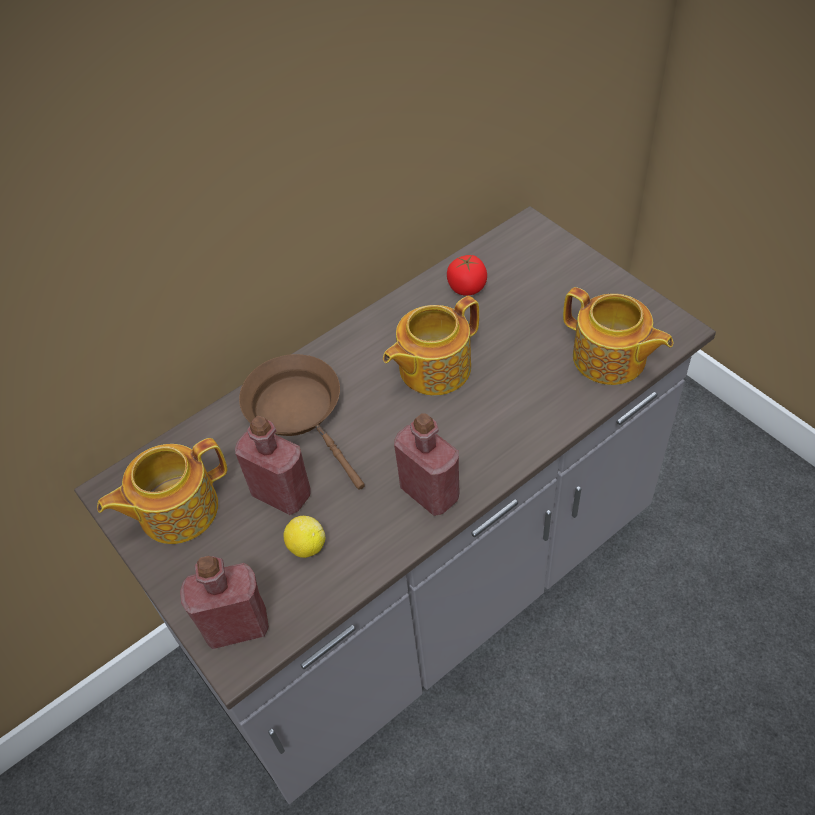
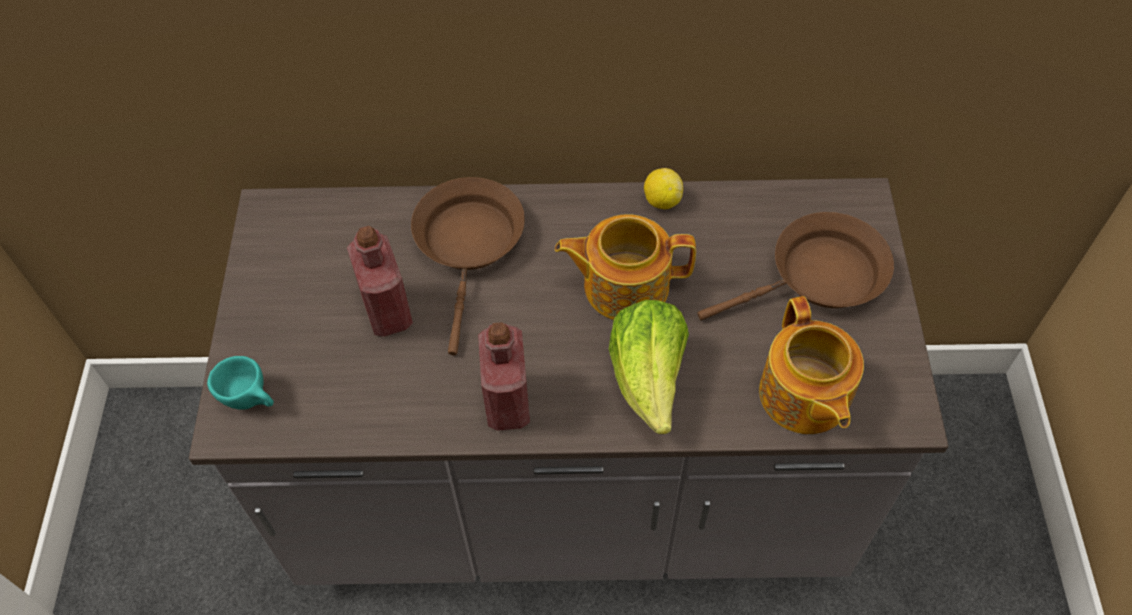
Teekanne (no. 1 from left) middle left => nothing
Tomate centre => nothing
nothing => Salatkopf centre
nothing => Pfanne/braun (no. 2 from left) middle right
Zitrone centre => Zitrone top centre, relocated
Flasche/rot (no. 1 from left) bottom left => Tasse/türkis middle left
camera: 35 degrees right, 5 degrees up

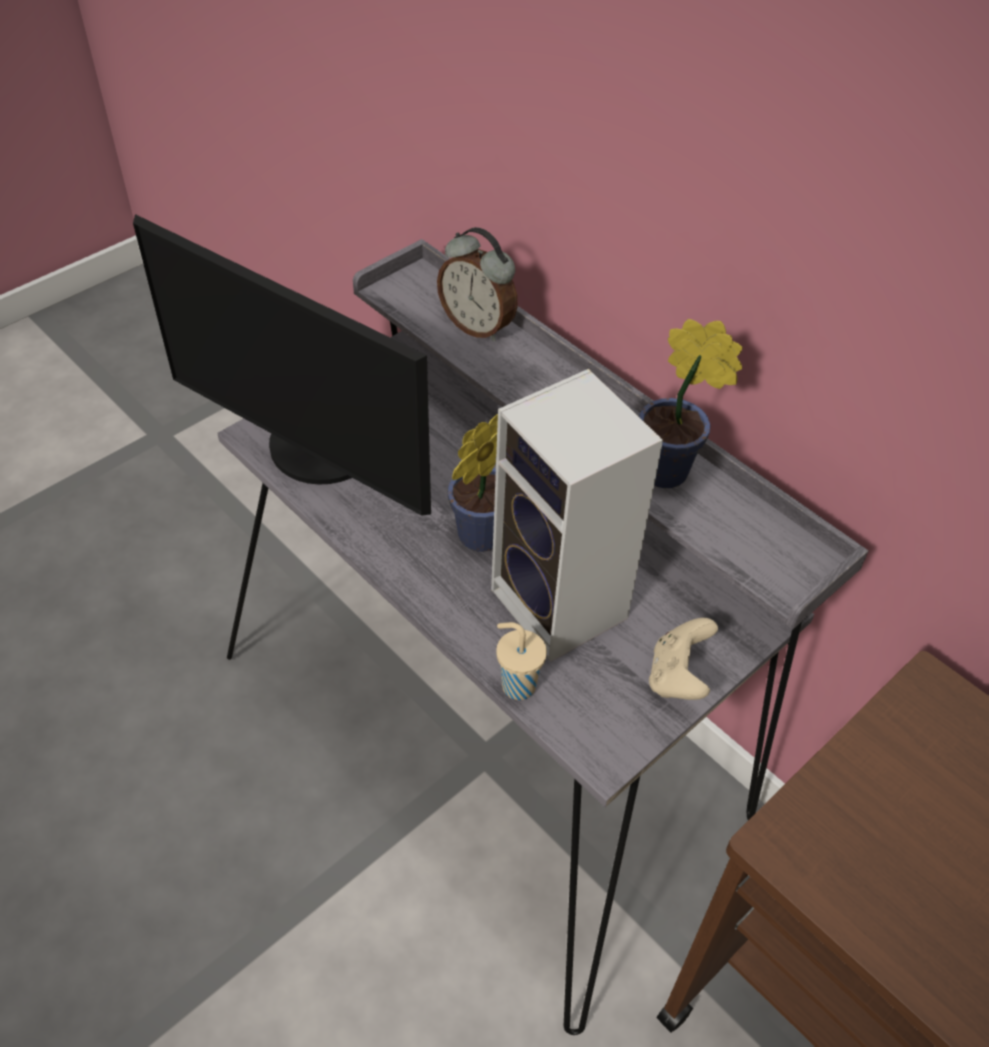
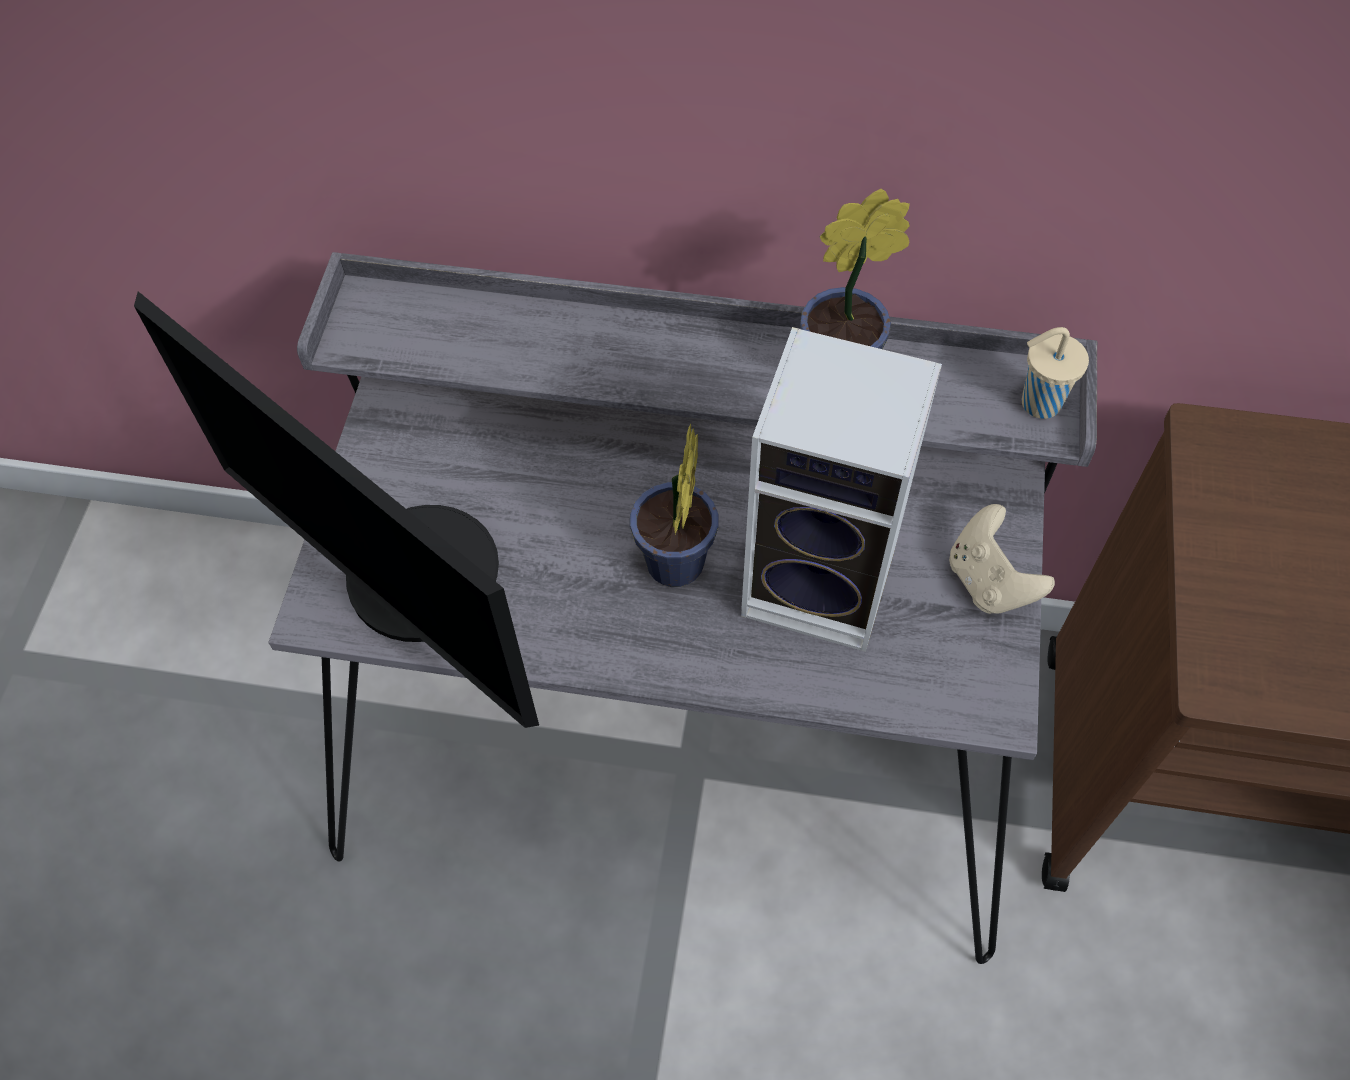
Wecker top centre => nothing
Tasse/beige centre => Tasse/beige middle right, relocated
Monitor middle left, 45 degrees clockwise
camera: 35 degrees left, 10 degrees up

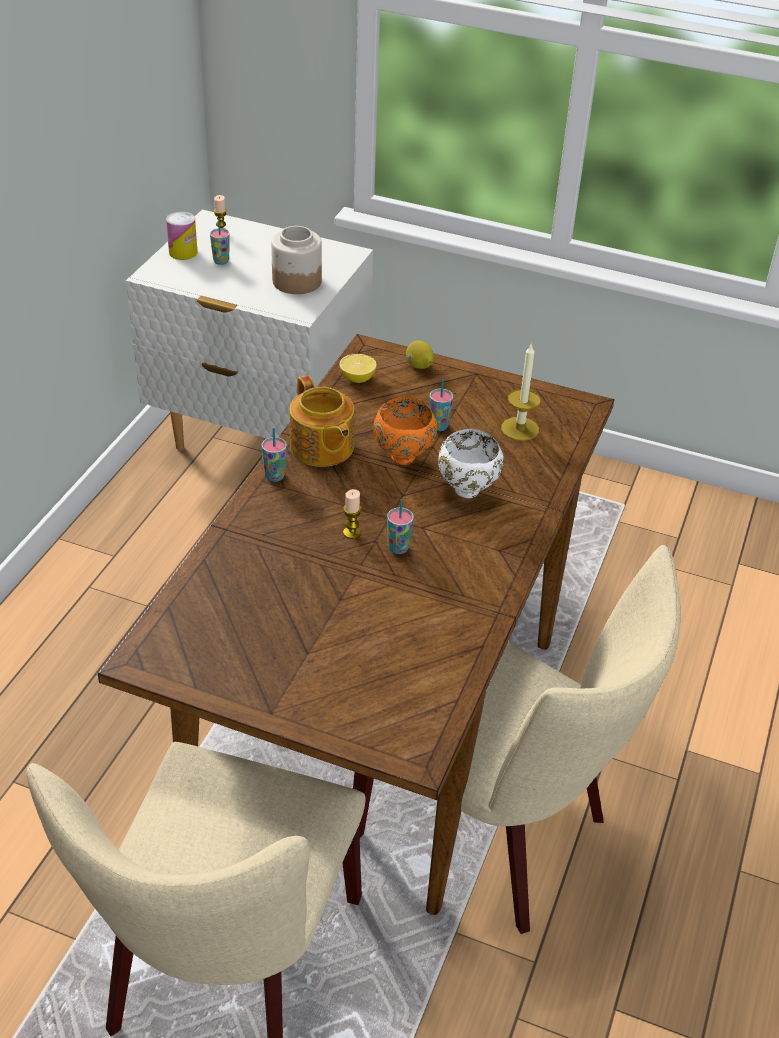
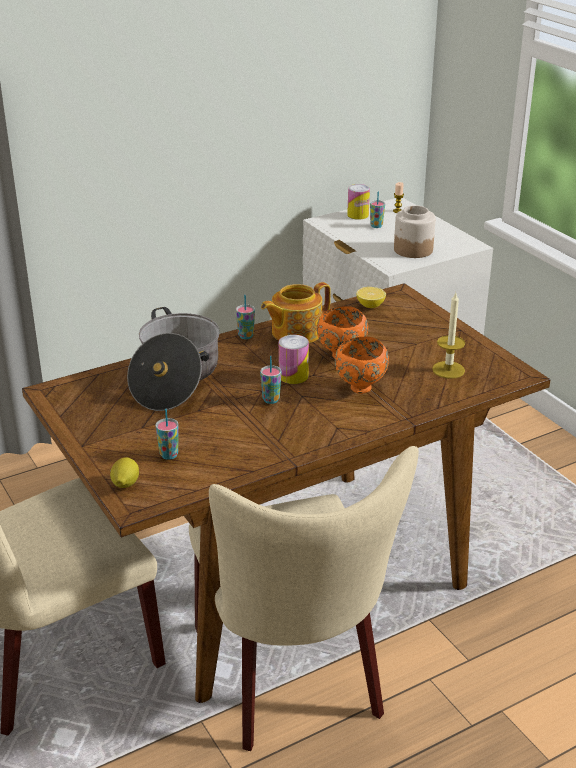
Kerze (no. 2 from left) centre => nothing
nothing => Kochtopf middle left
nothing => Dose (no. 1 from left) centre
Zitrone (no. 2 from left in the first image) centre => Zitrone (no. 1 from left) middle left, relocated
Tasse (no. 4 from left in the first image) centre => Tasse (no. 1 from left) middle left, relocated
Schüssel/weiß centre => Schüssel/orange (no. 2 from left) centre
Teekanne centre, 45 degrees clockwise
camera: 40 degrees right, 10 degrees down

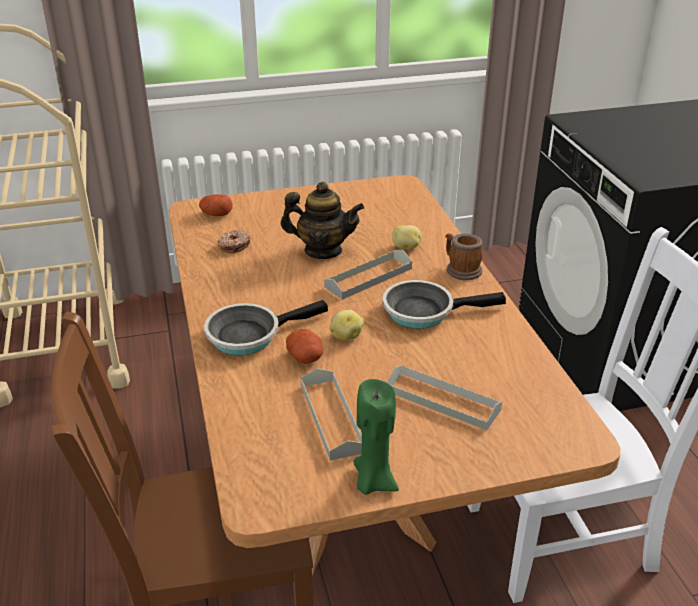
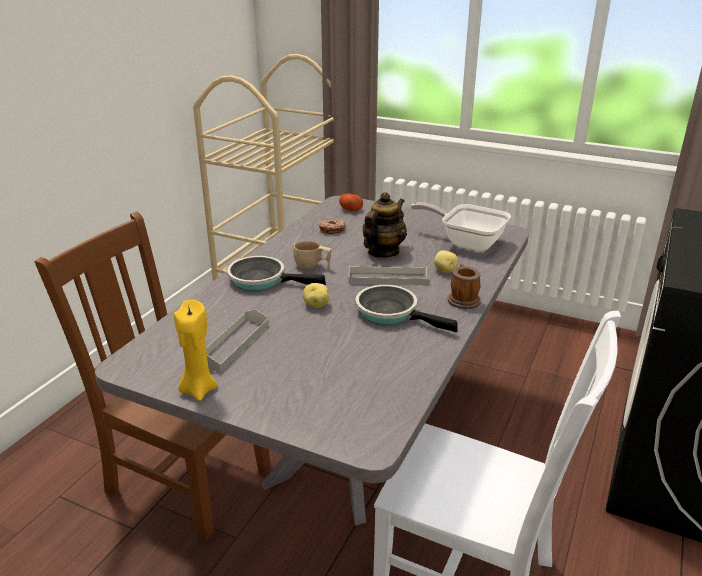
Kartoffel (no. 2 from left) centre => nothing
Tablett/grau (no. 3 from left) centre => nothing
nothing => Tasse/beige centre
nothing => Pfanne (no. 3 from left) centre
Esstisch/braun centre => Esstisch/grau centre
Kerze/grün bottom centre => Kerze/gelb middle left
Teekanne centre, 105 degrees counterclockwise
camera: 40 degrees right, 5 degrees down

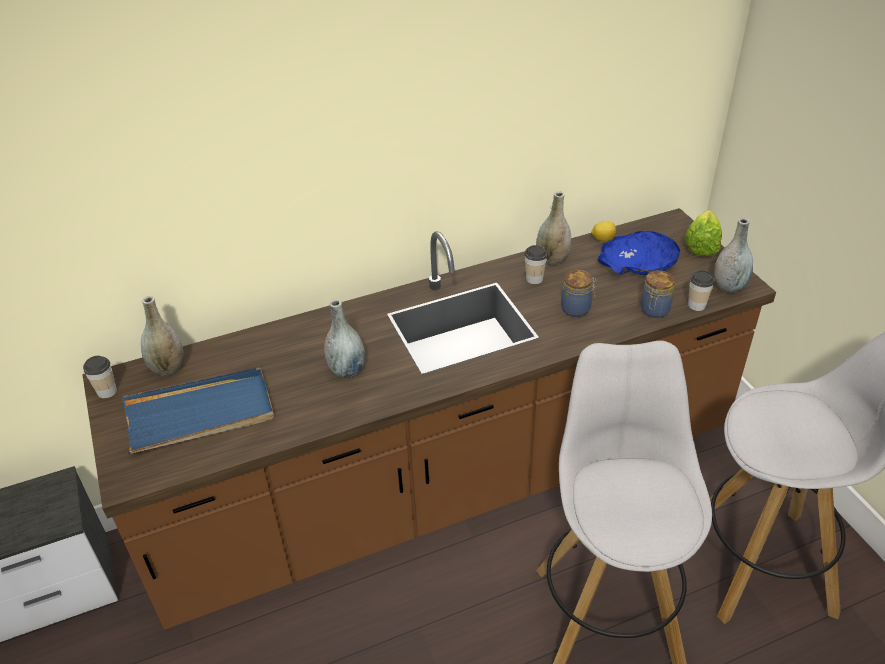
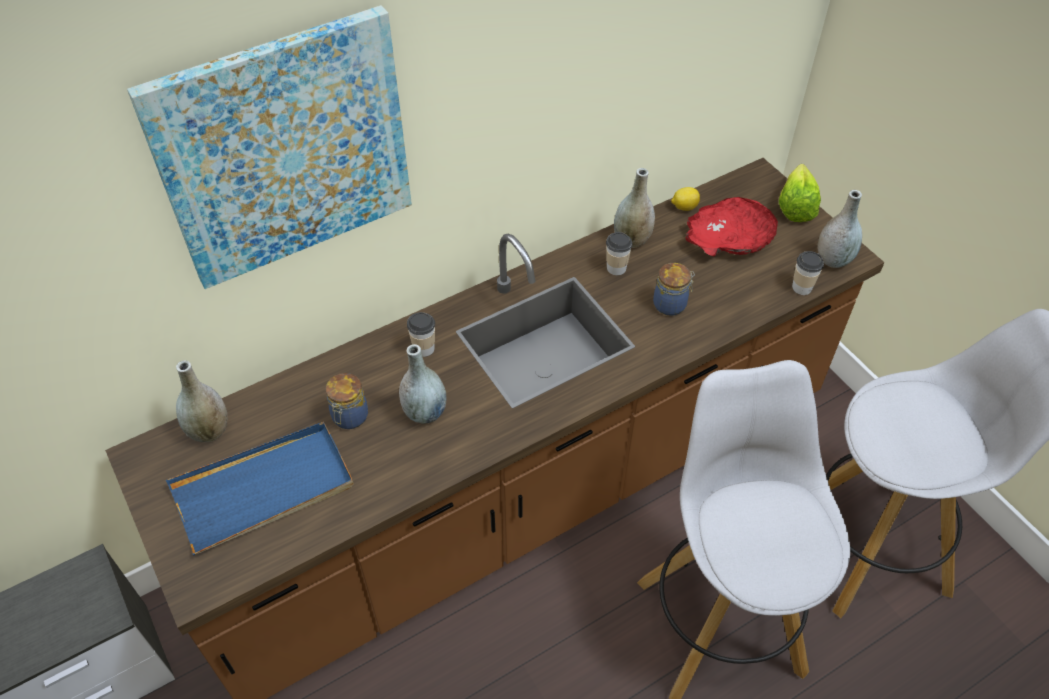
nothing => Bild top left
Tasse (no. 1 from left) middle left => Tasse (no. 1 from left) centre, relocated
Vorratsglas (no. 2 from left in the first image) middle right => Vorratsglas (no. 1 from left) middle left, relocated
Schüssel/blau middle right => Schüssel/rot top right
camera: 10 degrees left, 10 degrees up

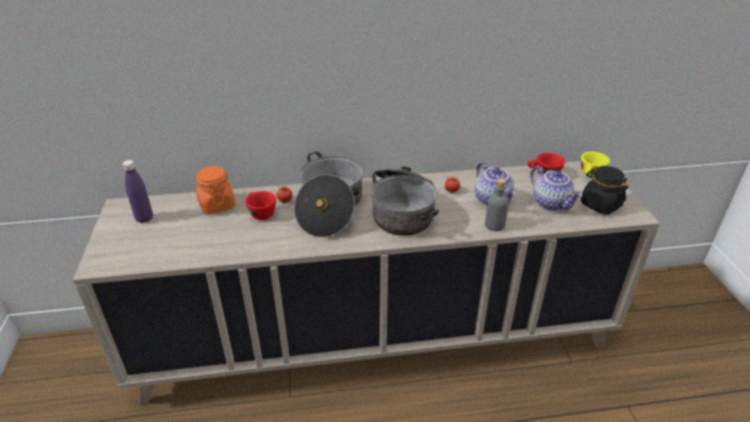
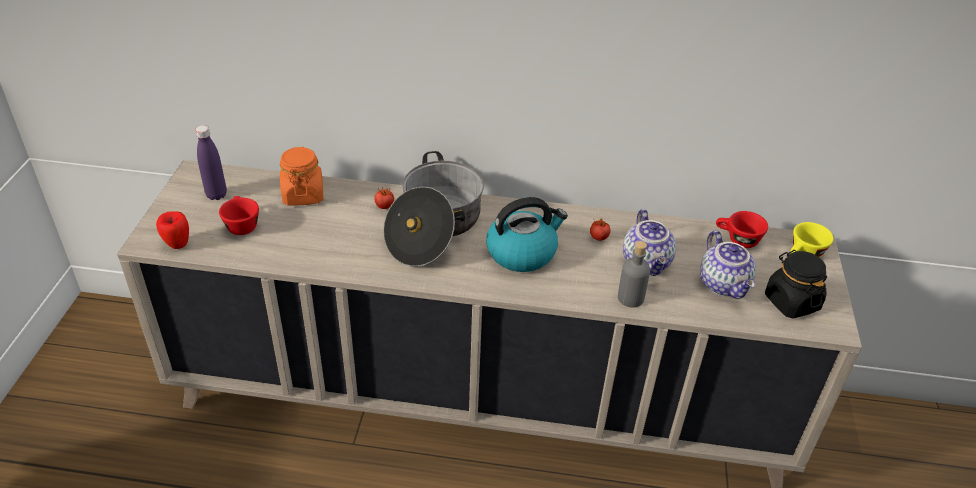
nothing => Apfel middle left
Tasse/rot (no. 1 from left) centre => Tasse/rot (no. 1 from left) middle left, relocated
Kochtopf (no. 2 from left) centre => Wasserkessel centre
camera: 15 degrees right, 5 degrees up

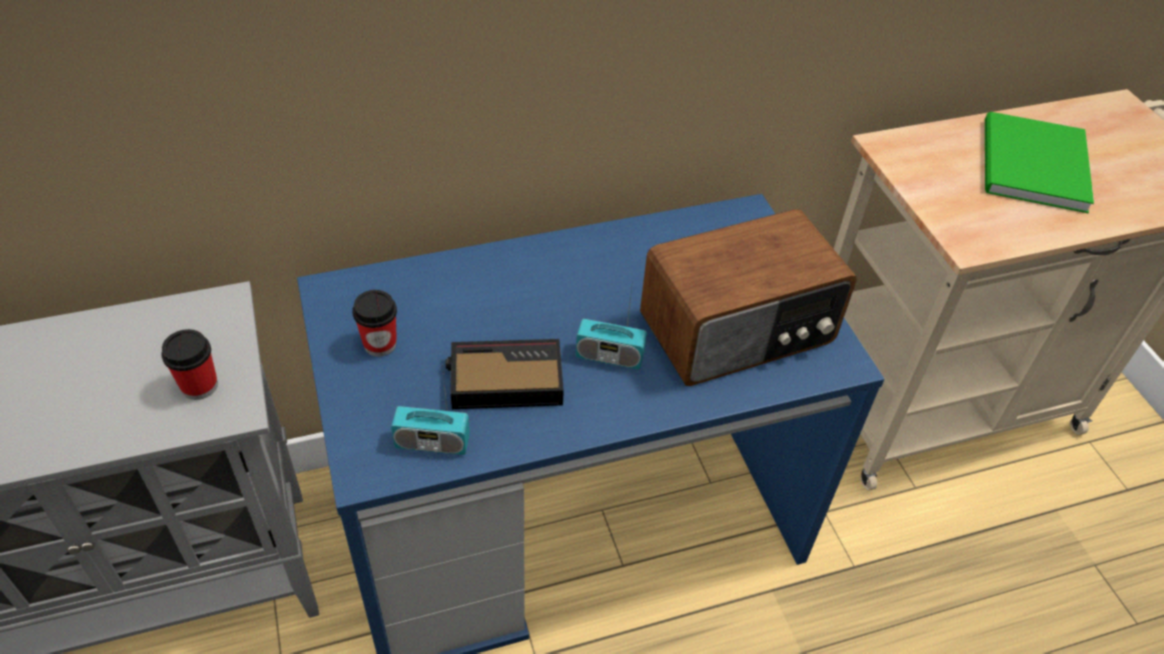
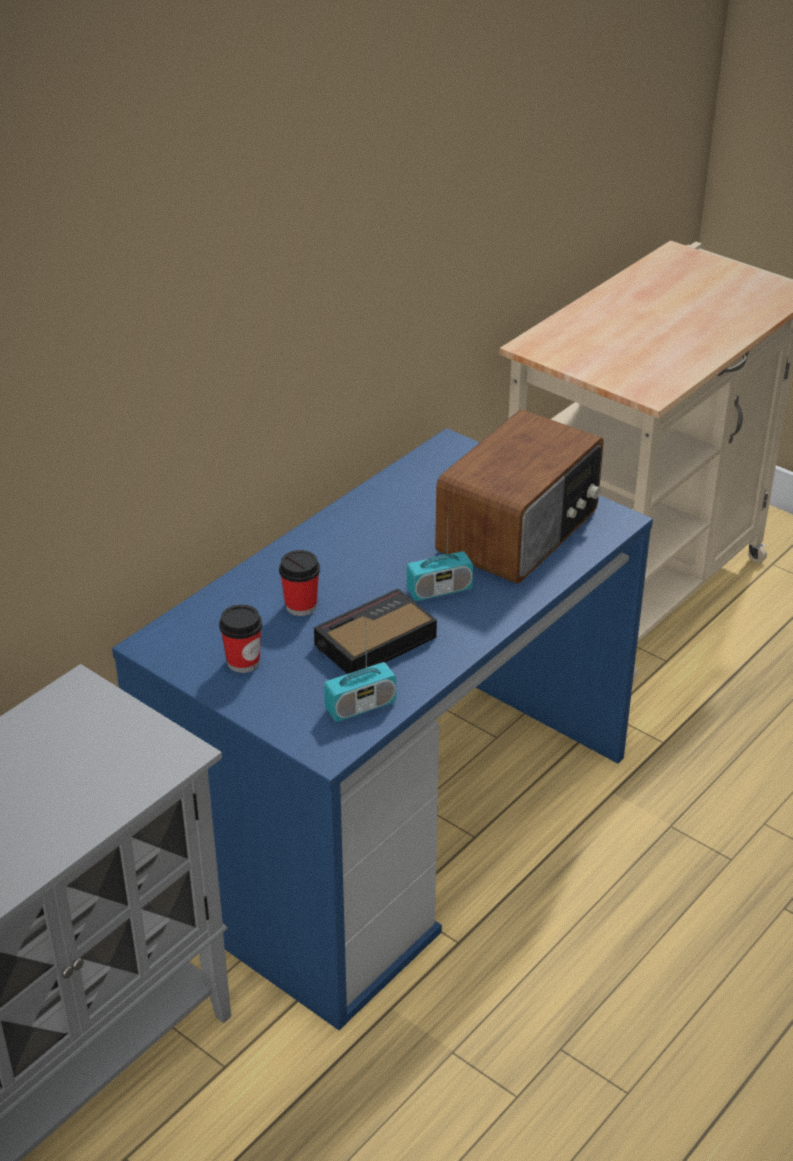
Buch/grün top right => nothing
Tasse (no. 1 from left in the first image) middle left => Tasse (no. 2 from left) centre, relocated
camera: 30 degrees left, 10 degrees down

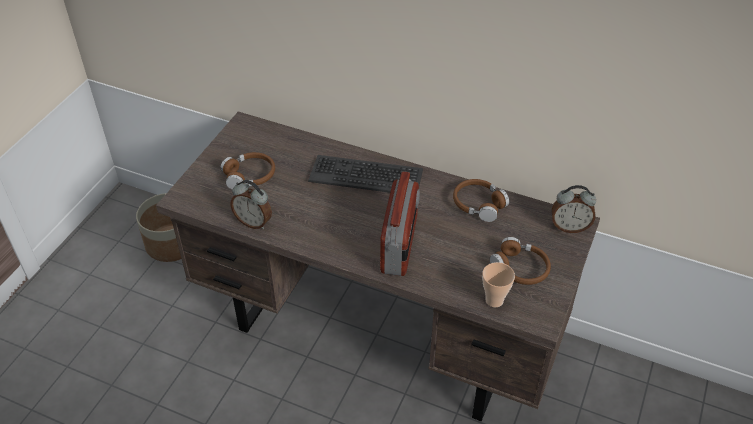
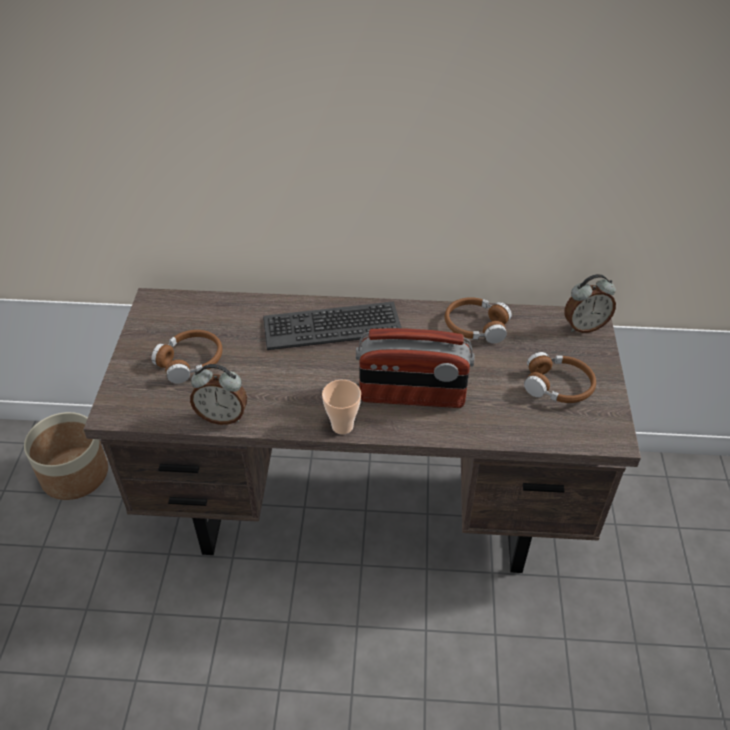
Tasse bottom centre => Tasse centre, relocated
Radio centre, 105 degrees clockwise
camera: 20 degrees left, 0 degrees up

